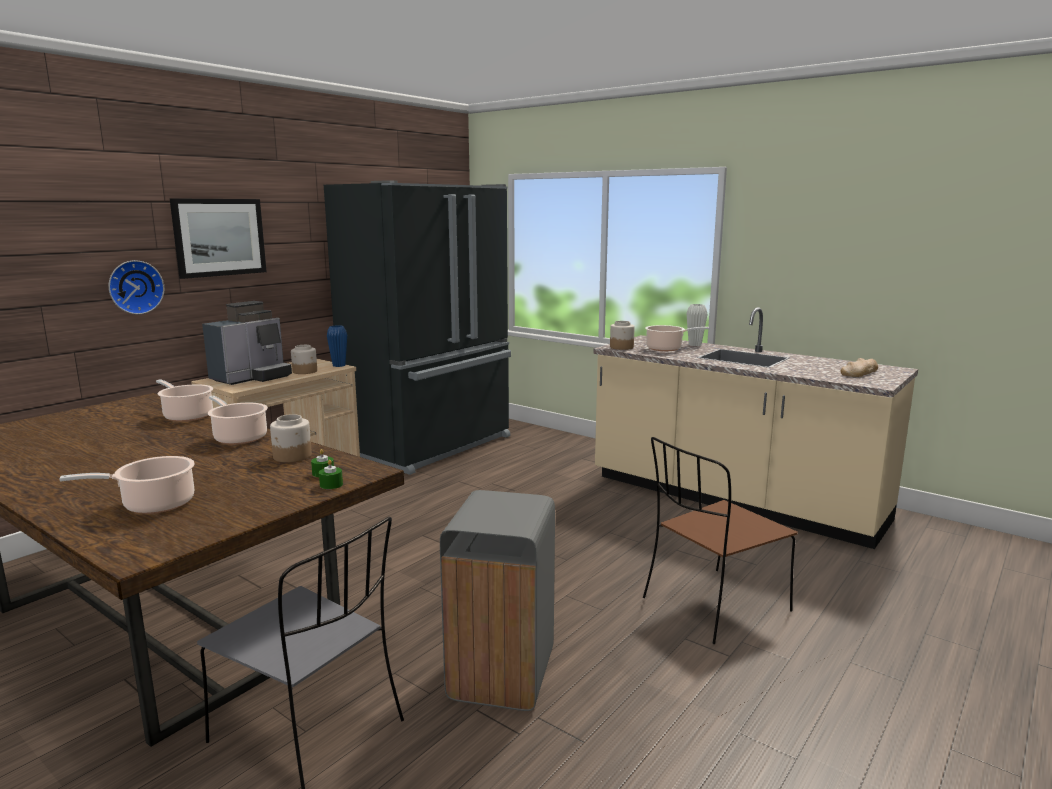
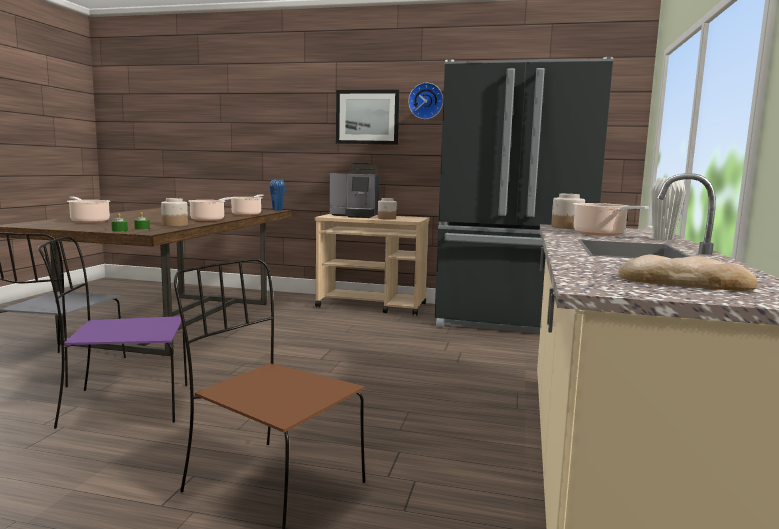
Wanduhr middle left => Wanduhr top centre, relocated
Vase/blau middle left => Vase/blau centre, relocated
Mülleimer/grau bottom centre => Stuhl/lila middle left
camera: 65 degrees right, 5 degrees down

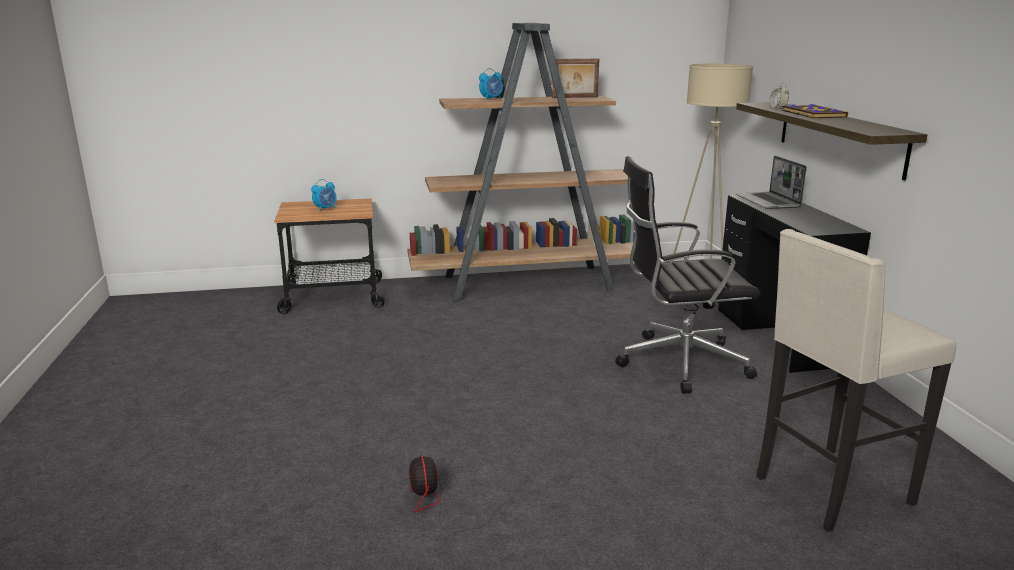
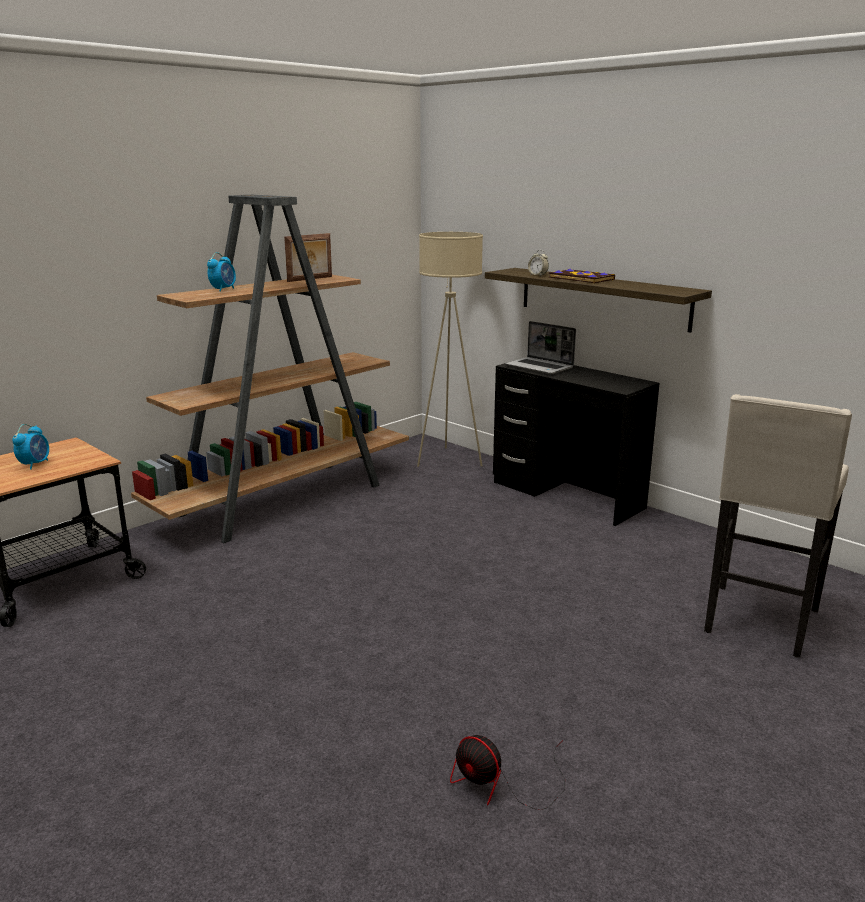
Bürostuhl/schwarz middle right => nothing
camera: 35 degrees left, 0 degrees up

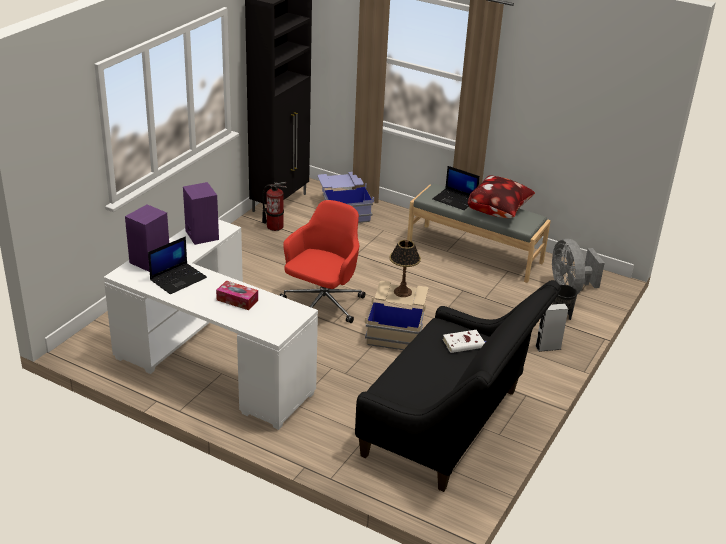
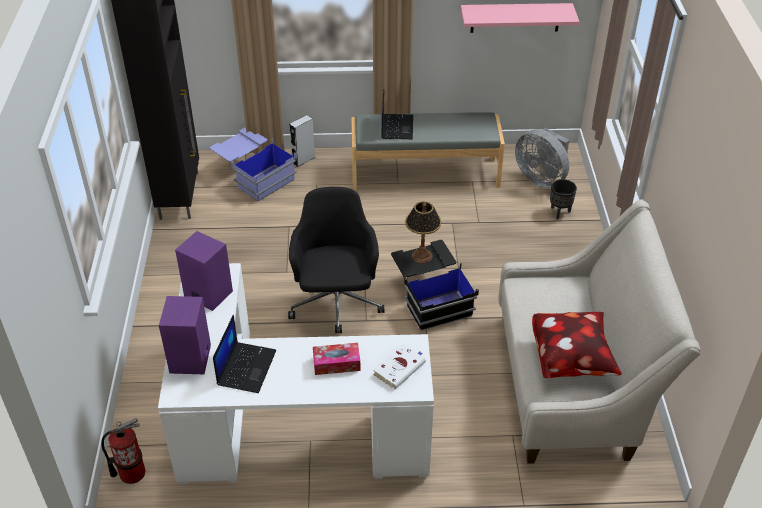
nothing => Wandregal/rosa top right
Feuerlöscher centre => Feuerlöscher bottom left, relocated
Buch/weiß centre => Buch/weiß bottom centre, relocated
Kissen middle right => Kissen bottom right, relocated
Lautsprecher/grau middle right => Lautsprecher/grau top centre, relocated
Bürostuhl/rot centre => Bürostuhl/schwarz centre
Sofa/schwarz bottom centre => Sofa/beige middle right
Aufbewahrungsbox/beige centre => Aufbewahrungsbox/schwarz centre
Laptop (no. 2 from left) centre => Laptop (no. 2 from left) top centre, 90 degrees counterclockwise
camera: 30 degrees left, 10 degrees up

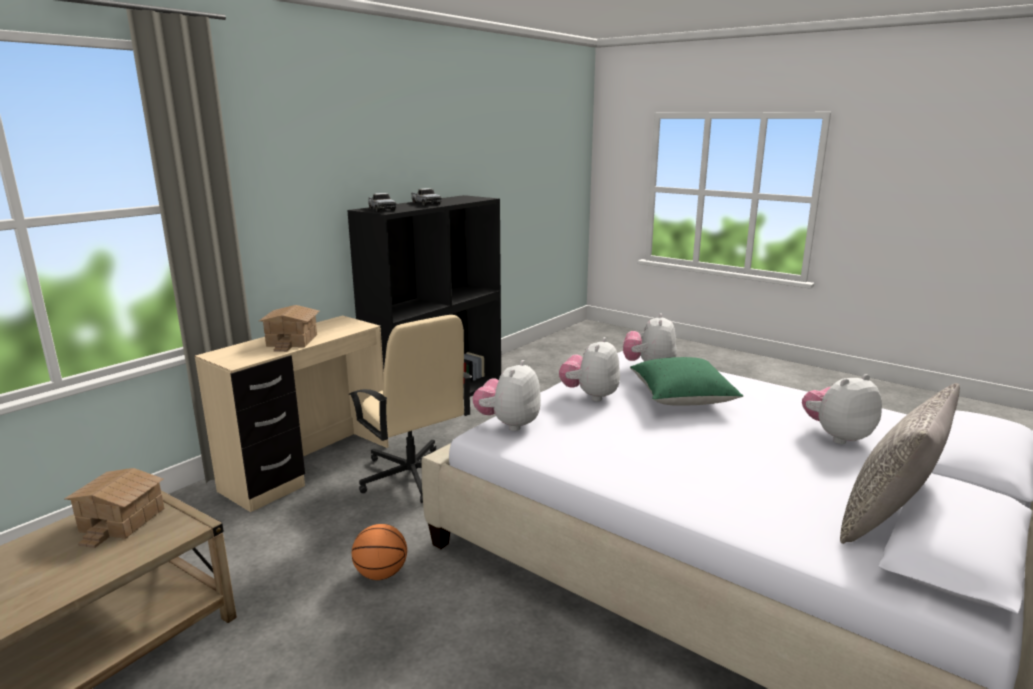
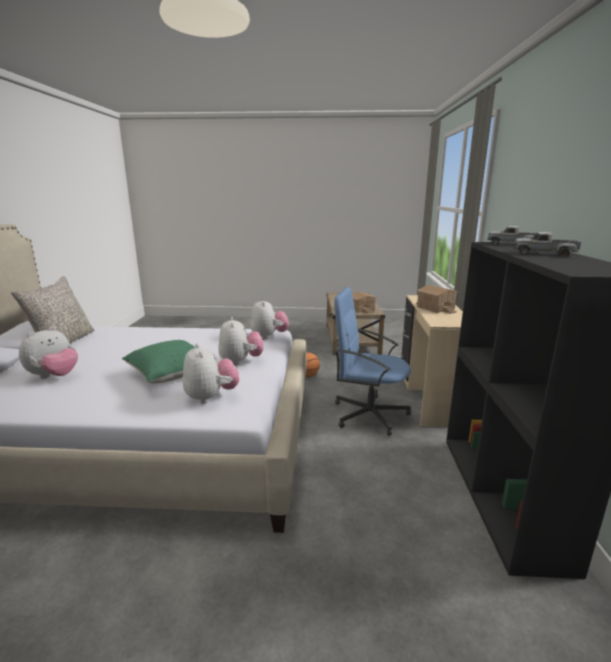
Bürostuhl/beige centre => Bürostuhl/blau centre
camera: 145 degrees right, 0 degrees up

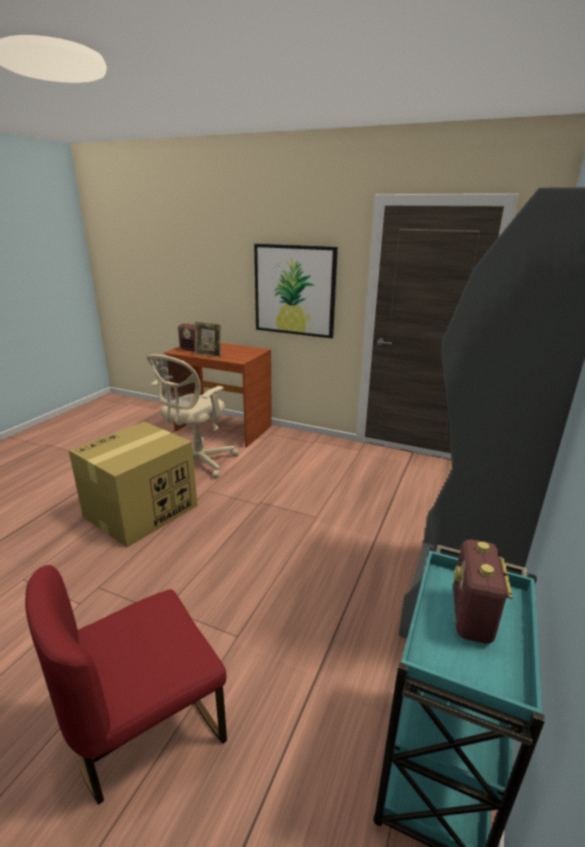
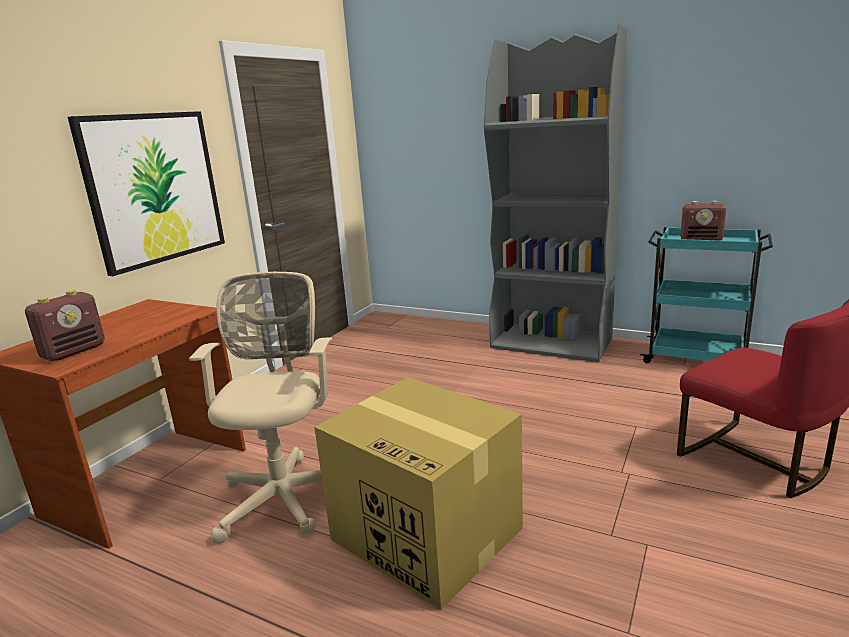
Bilderrahmen centre => nothing
Bürostuhl/beige middle left, 120 degrees counterclockwise
camera: 85 degrees left, 5 degrees down

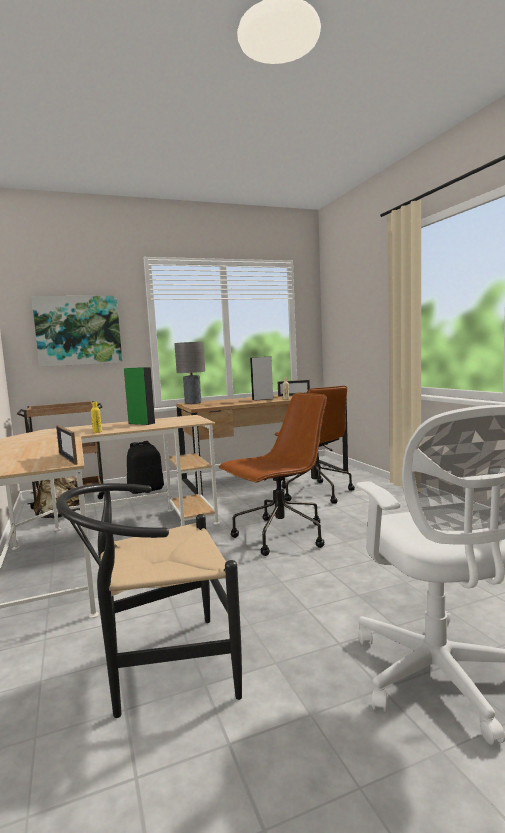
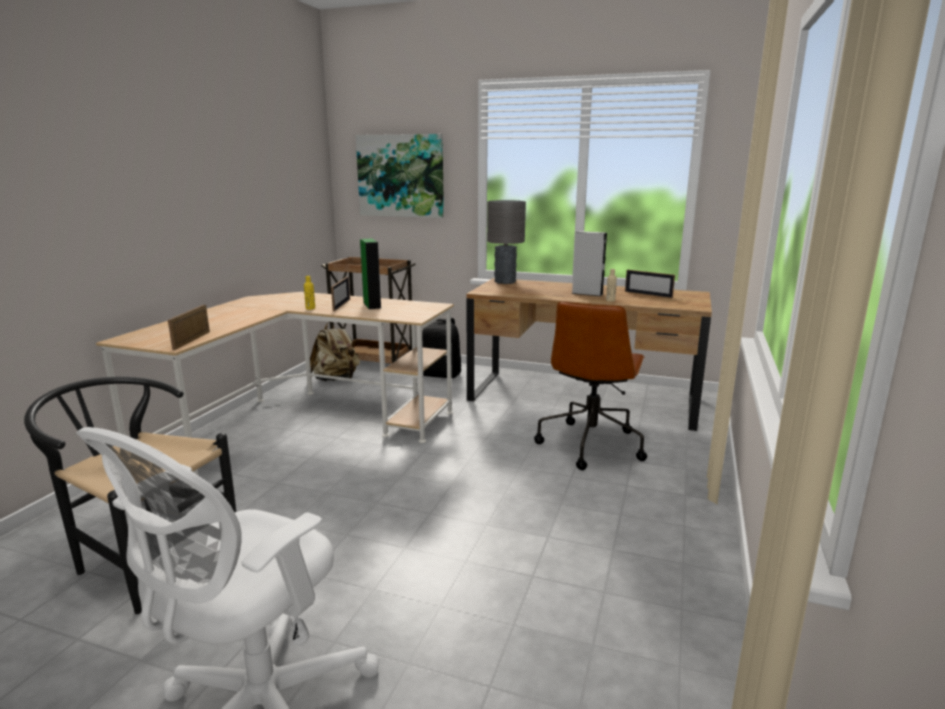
Bürostuhl/braun (no. 1 from left) centre => nothing
nothing => Bilderrahmen (no. 2 from left) centre
camera: 40 degrees right, 10 degrees up

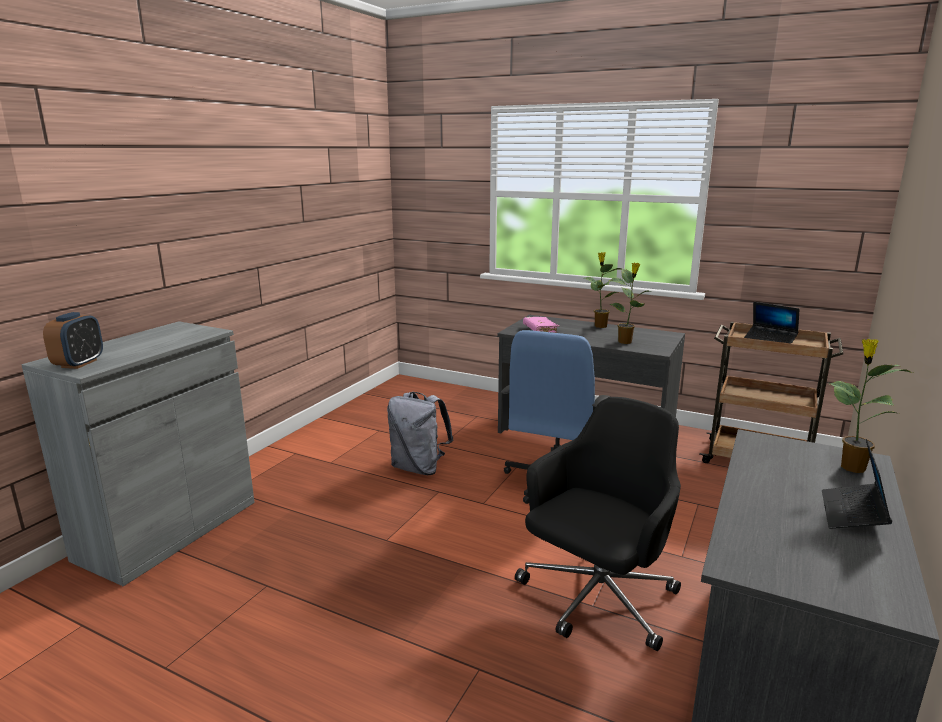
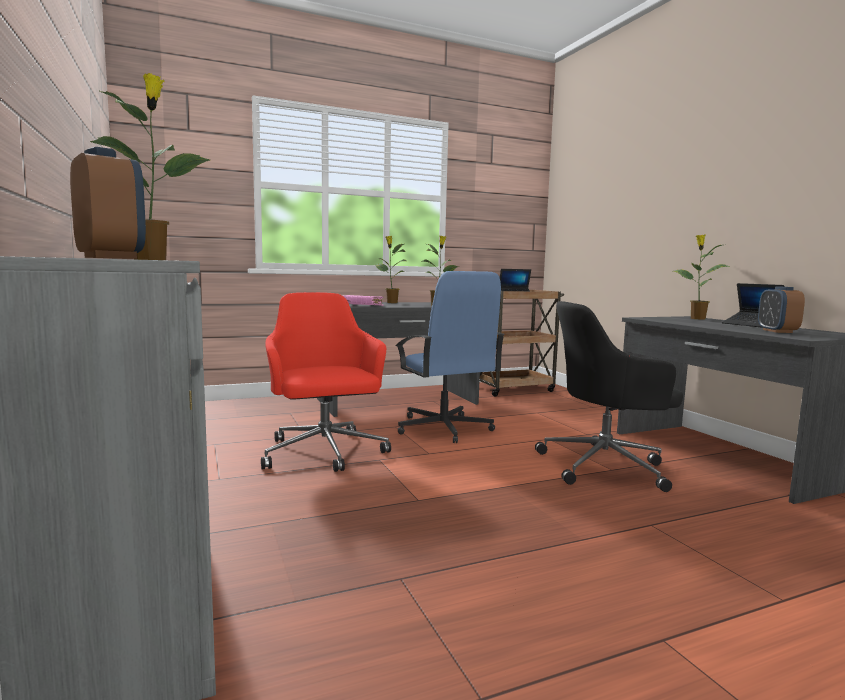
nothing => Topfpflanze (no. 1 from left) top left
nothing => Wecker (no. 2 from left) middle right
Rucksack/grau centre => Bürostuhl/rot centre
Bürostuhl/schwarz bottom centre => Bürostuhl/schwarz middle right, 90 degrees counterclockwise
camera: 50 degrees left, 10 degrees down

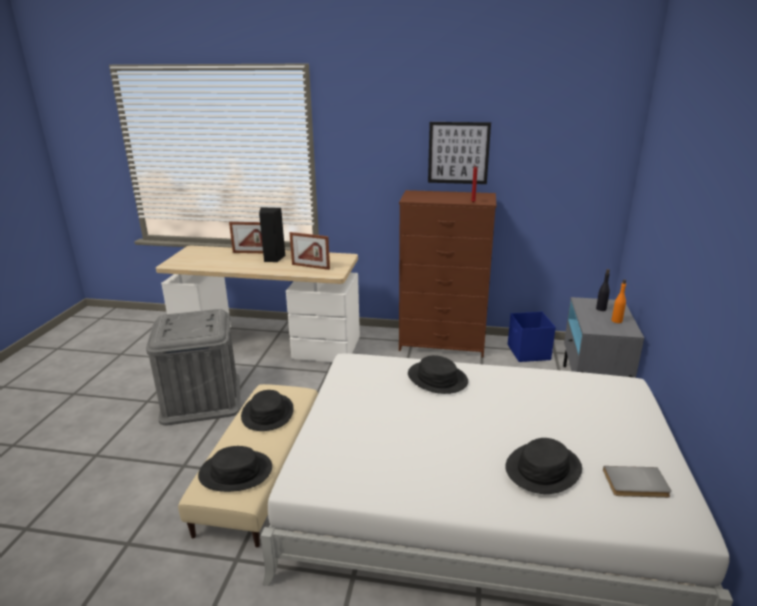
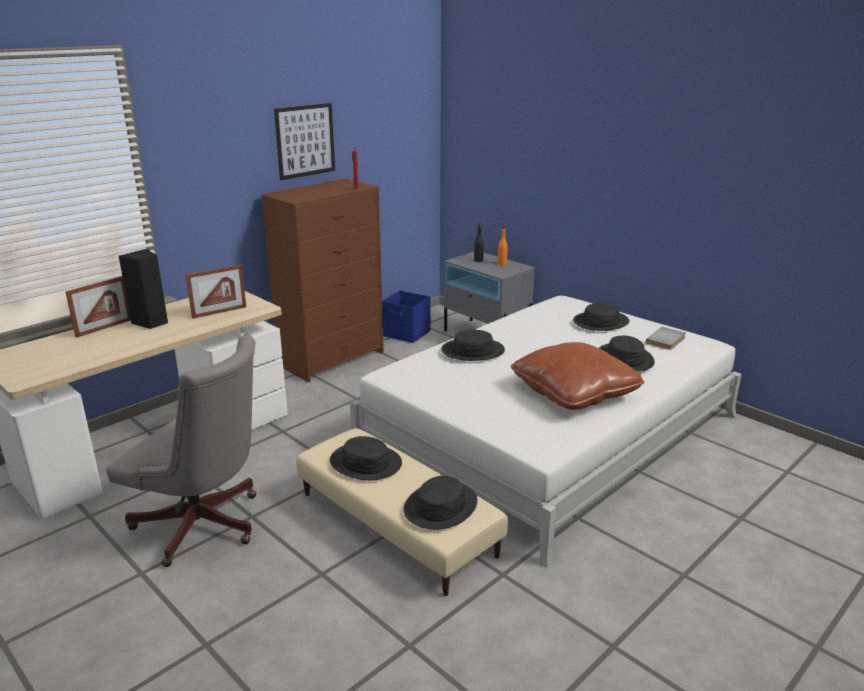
nothing => Kissen/braun middle right
nothing => Hut/schwarz (no. 4 from left) middle right
Aufbewahrungsbox/grau middle left => Bürostuhl/grau middle left
camera: 55 degrees left, 0 degrees up

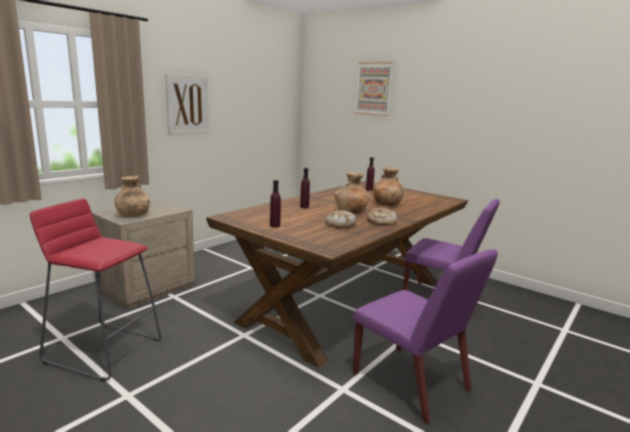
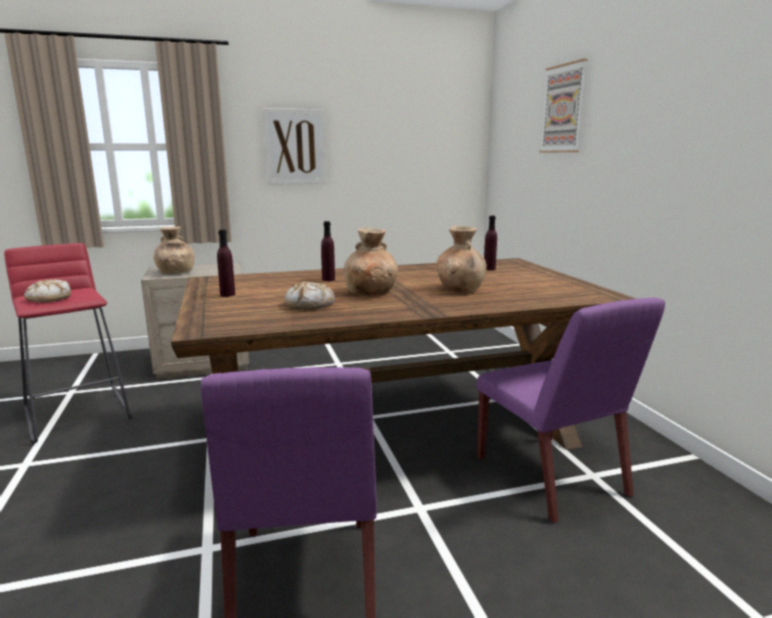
Brot (no. 2 from left in the first image) centre => Brot (no. 1 from left) middle left, relocated
camera: 35 degrees right, 0 degrees up

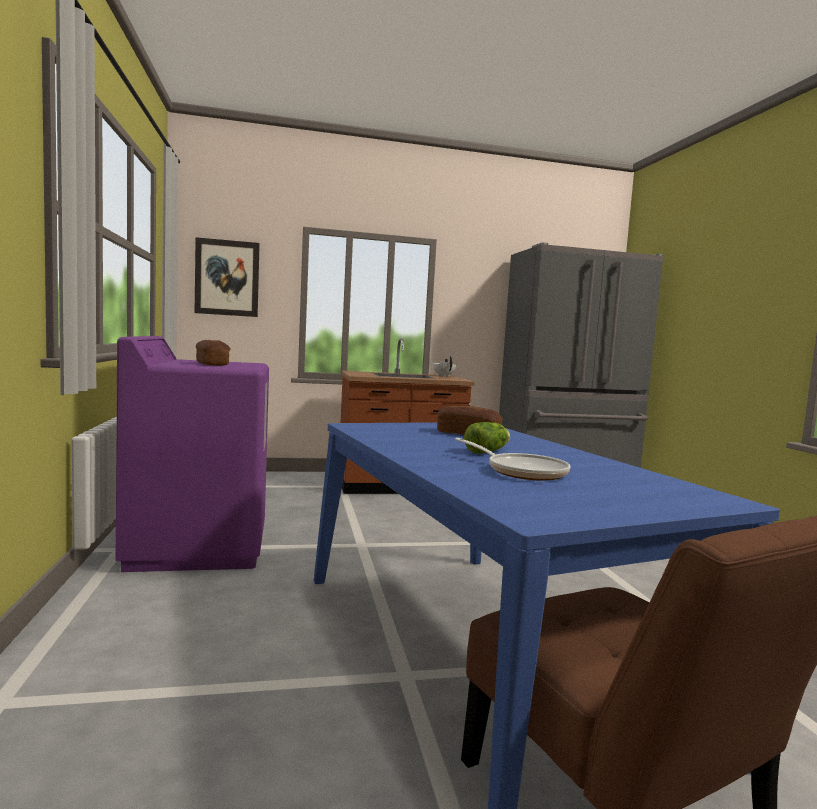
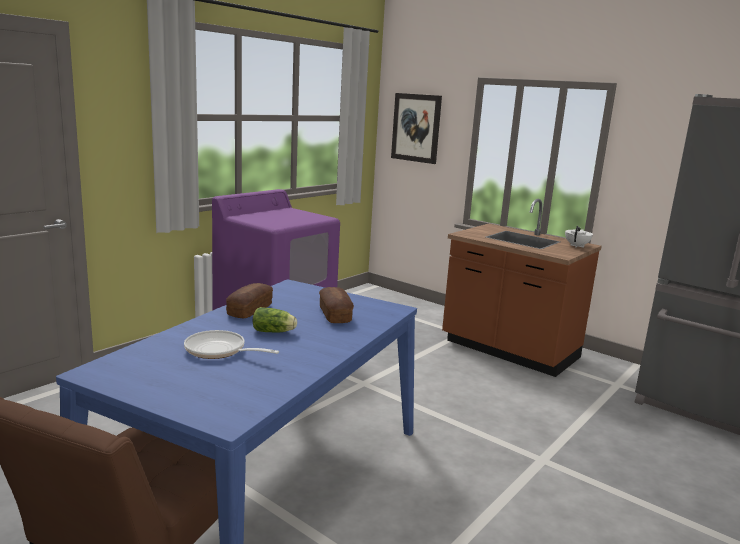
Brot (no. 1 from left) middle left => Brot (no. 1 from left) centre, relocated
Pfanne centre => Pfanne middle left, 105 degrees clockwise
camera: 50 degrees right, 10 degrees up

